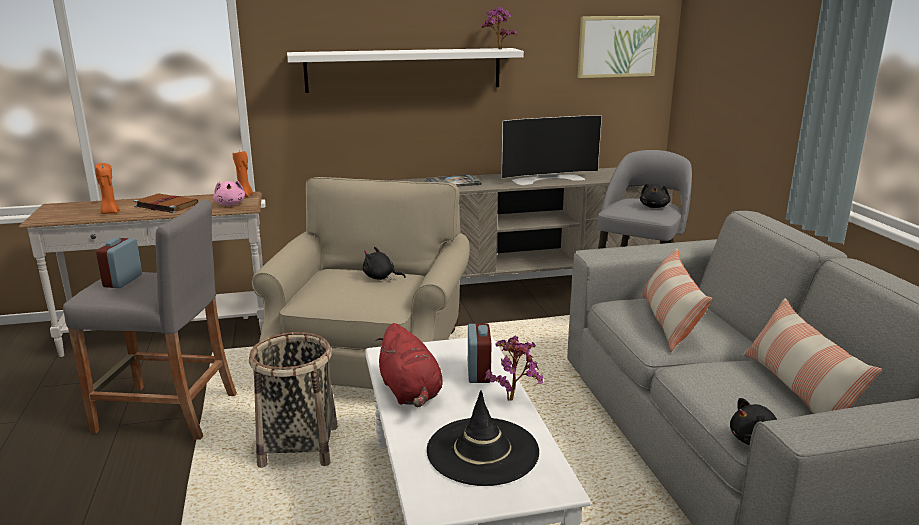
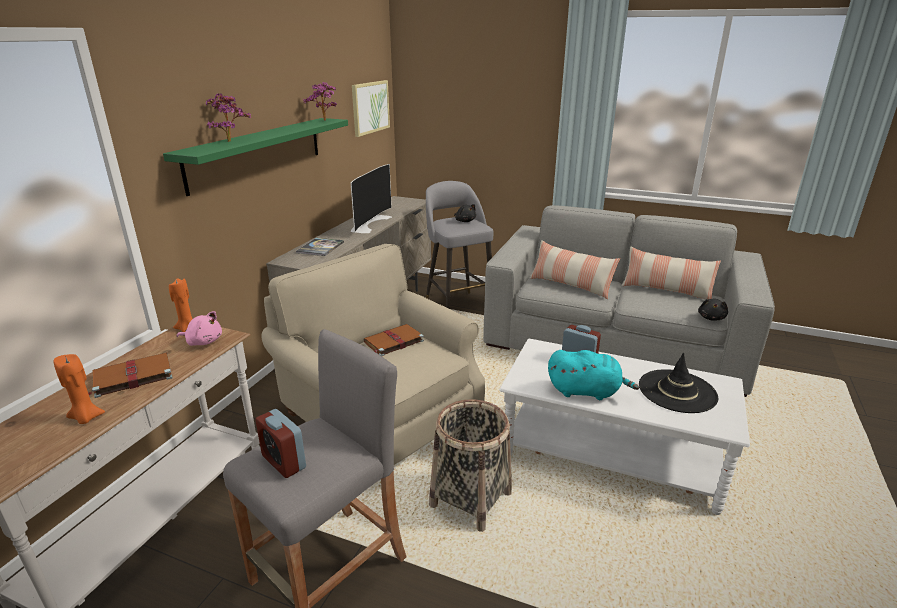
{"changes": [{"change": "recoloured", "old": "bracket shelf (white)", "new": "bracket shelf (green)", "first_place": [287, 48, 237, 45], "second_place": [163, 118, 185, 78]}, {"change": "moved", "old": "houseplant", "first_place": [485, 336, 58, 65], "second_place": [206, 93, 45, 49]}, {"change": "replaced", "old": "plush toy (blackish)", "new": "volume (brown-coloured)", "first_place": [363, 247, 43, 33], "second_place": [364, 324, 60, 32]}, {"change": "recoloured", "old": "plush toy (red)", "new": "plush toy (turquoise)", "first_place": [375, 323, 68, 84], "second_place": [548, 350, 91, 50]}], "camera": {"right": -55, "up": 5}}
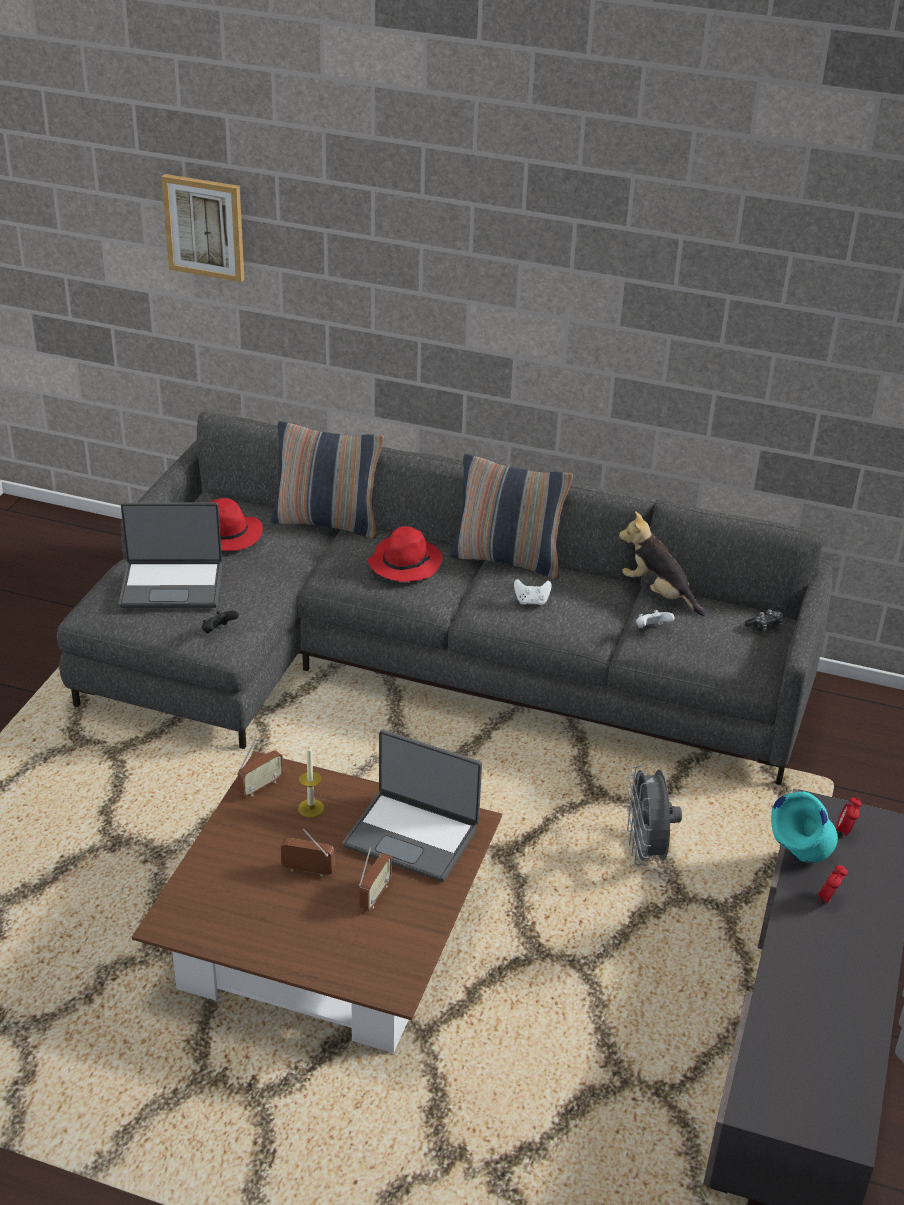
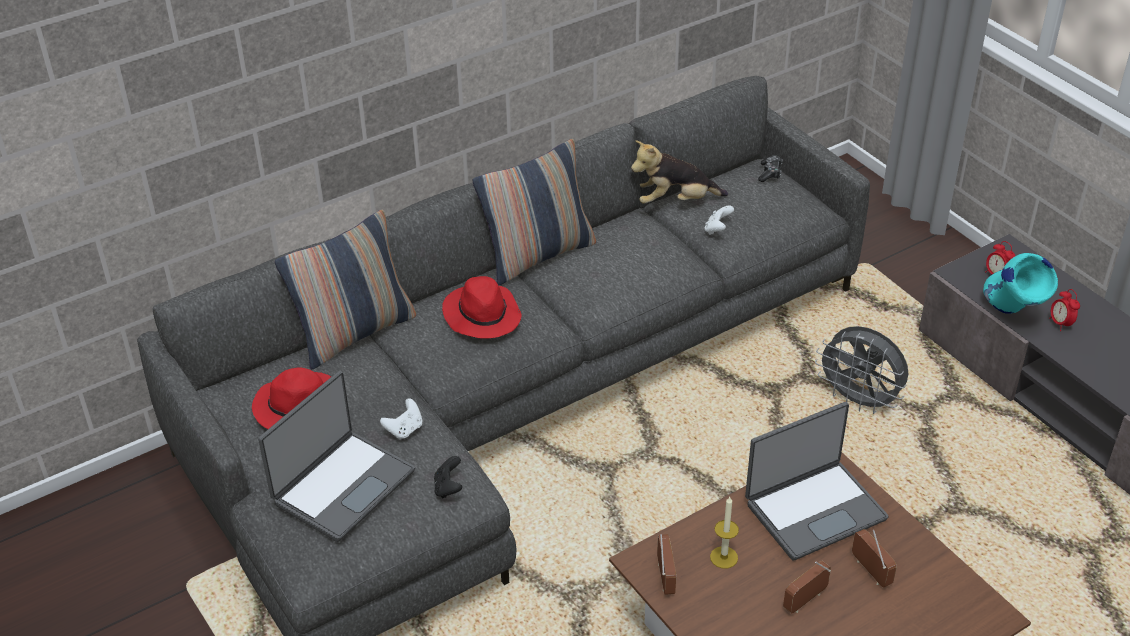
{"changes": [{"change": "moved", "old": "game controller (white)", "first_place": [514, 579, 38, 26], "second_place": [380, 398, 42, 42]}, {"change": "removed", "old": "picture", "first_place": [161, 174, 83, 108]}], "camera": {"right": -50, "up": 5}}
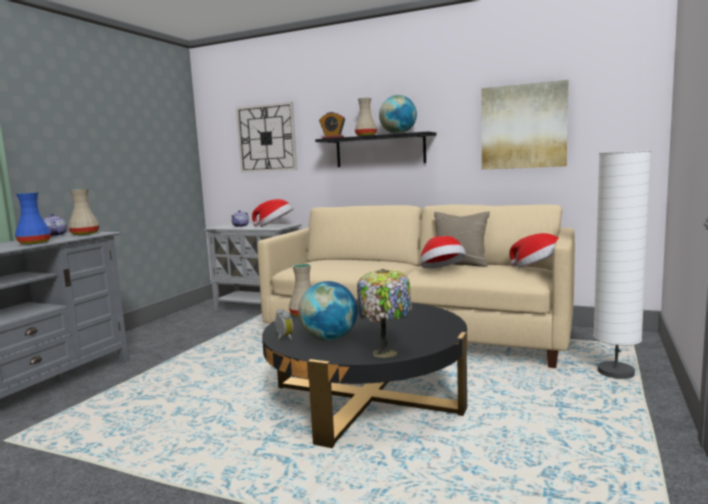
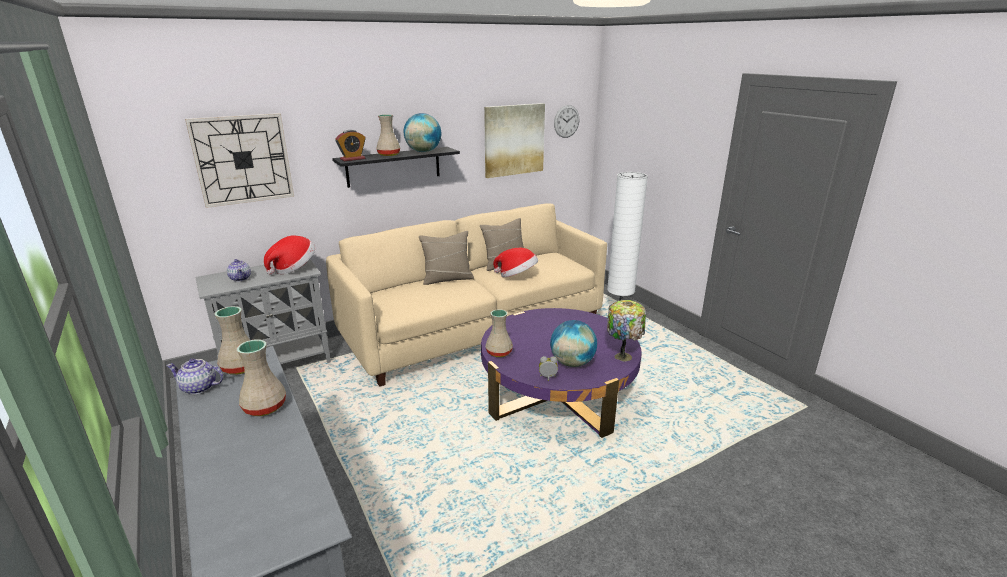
{"changes": [{"change": "recoloured", "old": "vase (blue-coloured)", "new": "vase (sand-coloured)", "first_place": [15, 192, 36, 53], "second_place": [237, 340, 49, 76]}, {"change": "added", "new": "cushion (sand-coloured)", "second_place": [419, 231, 55, 54]}, {"change": "recoloured", "old": "lounge table (blackish)", "new": "lounge table (purple)", "first_place": [262, 301, 205, 147], "second_place": [481, 308, 161, 130]}, {"change": "added", "new": "wall clock", "second_place": [554, 105, 25, 33]}, {"change": "removed", "old": "hat", "first_place": [509, 233, 50, 35]}], "camera": {"right": -55, "up": 15}}
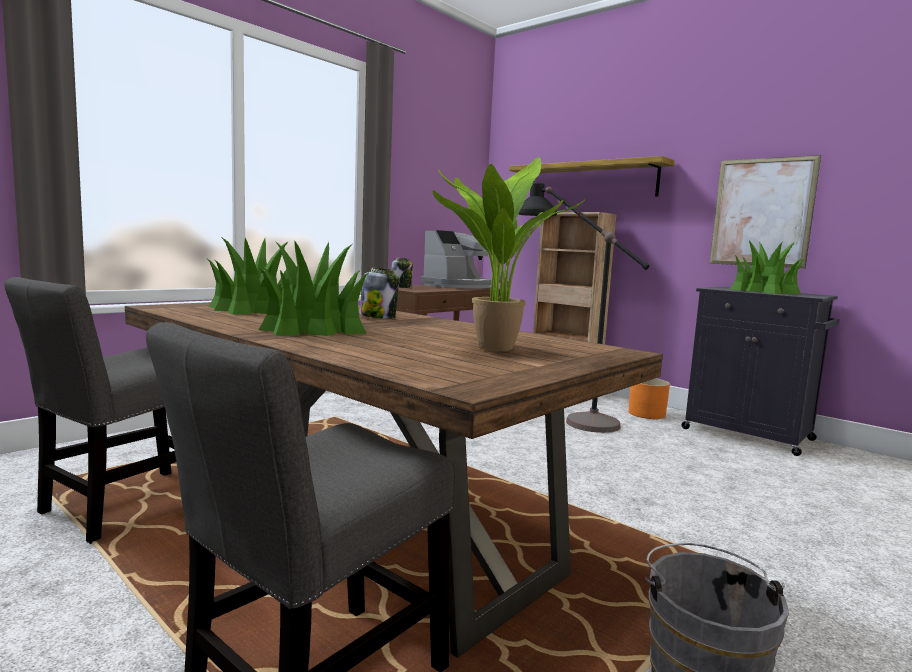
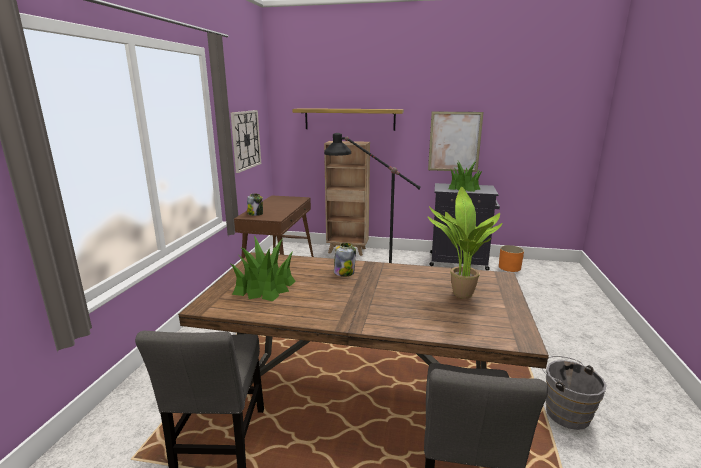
{"changes": [{"change": "added", "new": "wall clock", "second_place": [231, 110, 30, 63]}, {"change": "moved", "old": "plant pot (orange)", "first_place": [629, 378, 41, 41], "second_place": [499, 245, 25, 27]}, {"change": "removed", "old": "houseplant", "first_place": [259, 240, 110, 96]}, {"change": "removed", "old": "coffee brewer", "first_place": [421, 230, 70, 59]}], "camera": {"right": -30, "up": 10}}
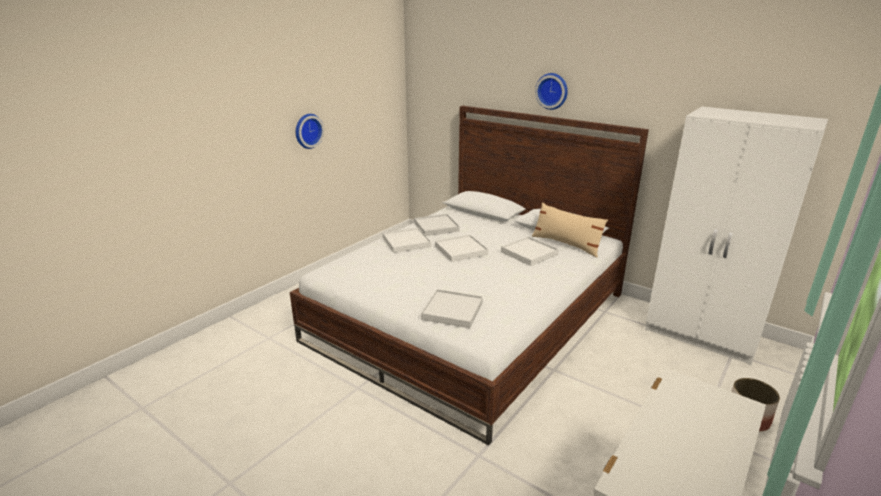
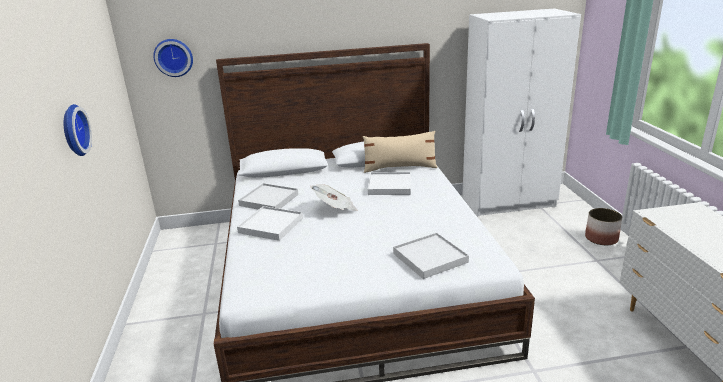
{"changes": [{"change": "moved", "old": "wall clock", "first_place": [535, 73, 33, 37], "second_place": [153, 39, 40, 38]}, {"change": "replaced", "old": "tray (white)", "new": "newspaper", "first_place": [435, 235, 53, 27], "second_place": [310, 184, 47, 27]}], "camera": {"right": -45, "up": 0}}
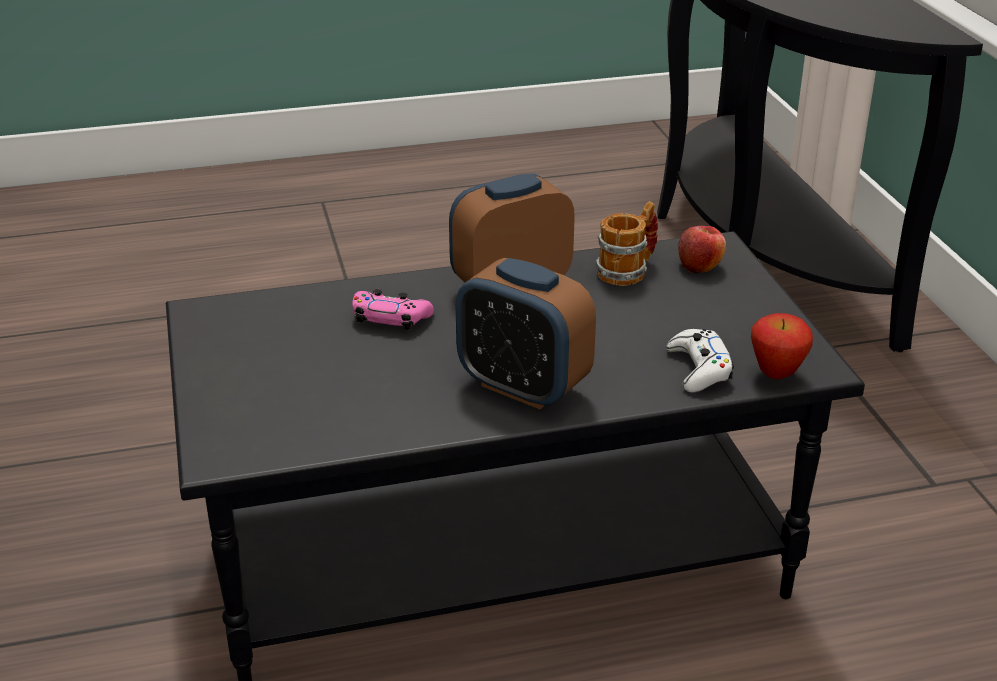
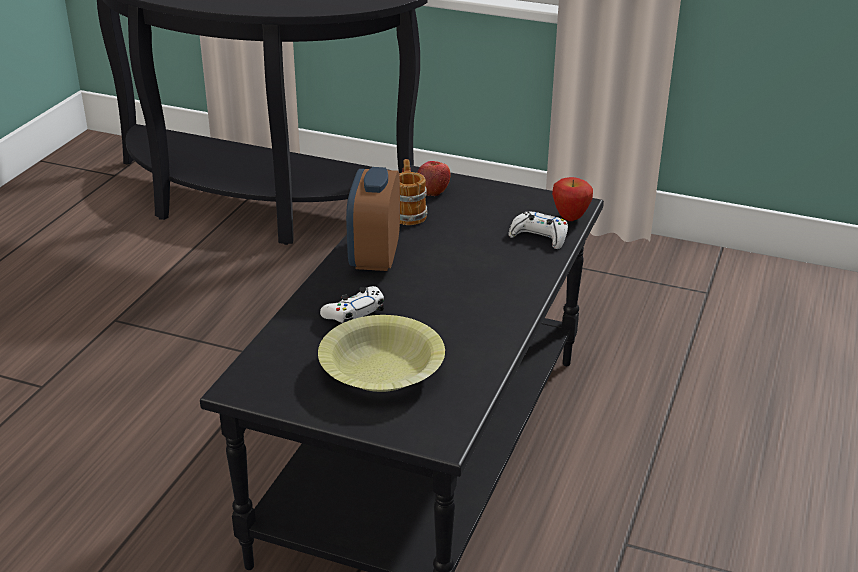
{"changes": [{"change": "added", "new": "bowl (yellowish)", "second_place": [318, 315, 127, 77]}, {"change": "recoloured", "old": "game controller (pinkish)", "new": "game controller (white)", "first_place": [352, 289, 82, 41], "second_place": [320, 286, 64, 37]}, {"change": "removed", "old": "alarm clock", "first_place": [456, 258, 140, 151]}], "camera": {"right": -55, "up": 0}}
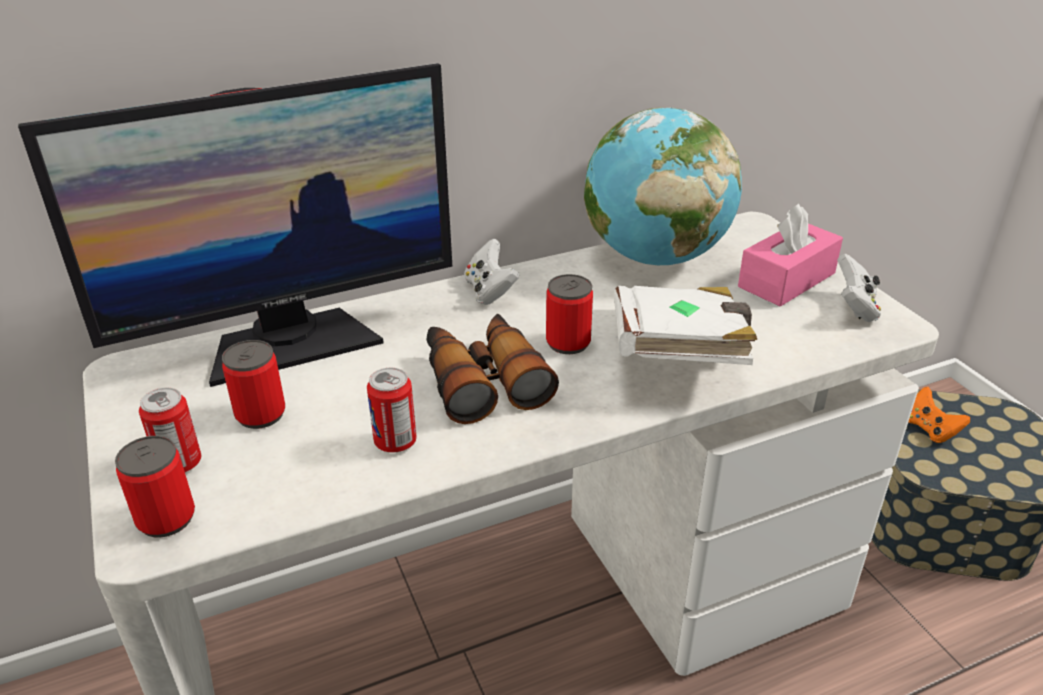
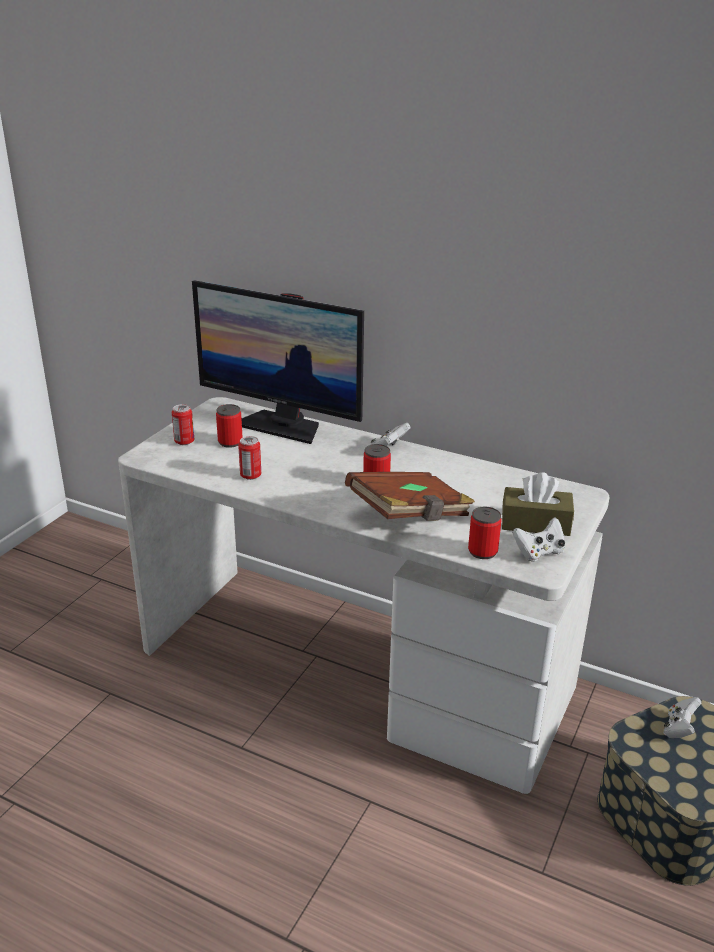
{"changes": [{"change": "recoloured", "old": "volume (white)", "new": "volume (brown-coloured)", "first_place": [614, 286, 143, 79], "second_place": [345, 472, 130, 49]}, {"change": "moved", "old": "metal can", "first_place": [115, 436, 80, 102], "second_place": [468, 507, 33, 52]}, {"change": "recoloured", "old": "box of tissues (pinkish)", "new": "box of tissues (brown-coloured)", "first_place": [738, 204, 105, 102], "second_place": [502, 472, 72, 64]}, {"change": "recoloured", "old": "game controller (orange)", "new": "game controller (white)", "first_place": [909, 387, 61, 56], "second_place": [663, 697, 38, 41]}, {"change": "removed", "old": "field glasses", "first_place": [426, 314, 133, 110]}, {"change": "removed", "old": "desk globe", "first_place": [584, 108, 158, 157]}], "camera": {"right": 50, "up": -5}}
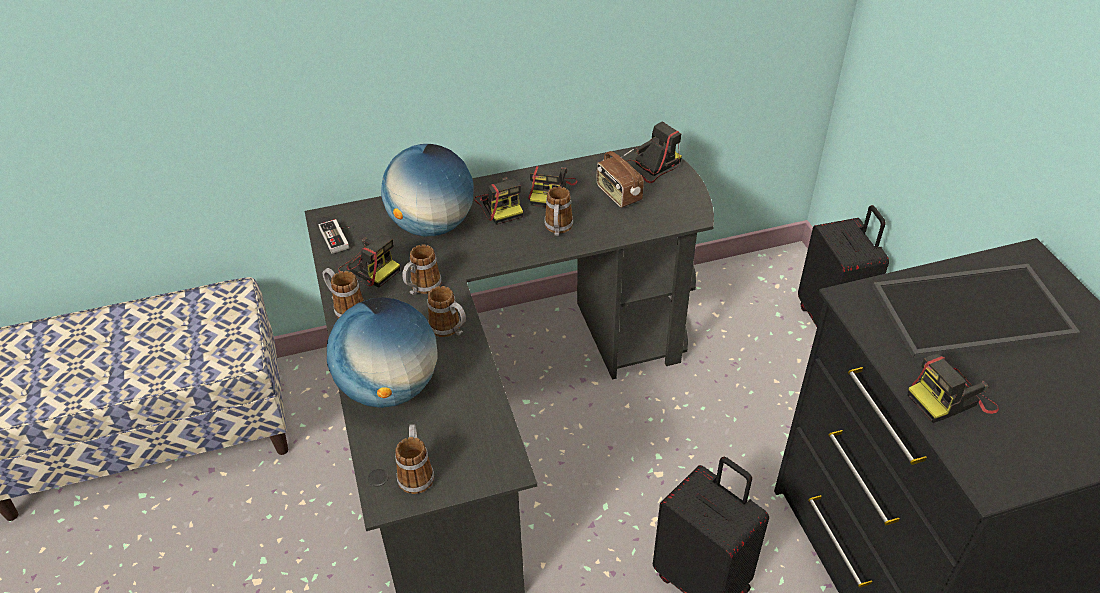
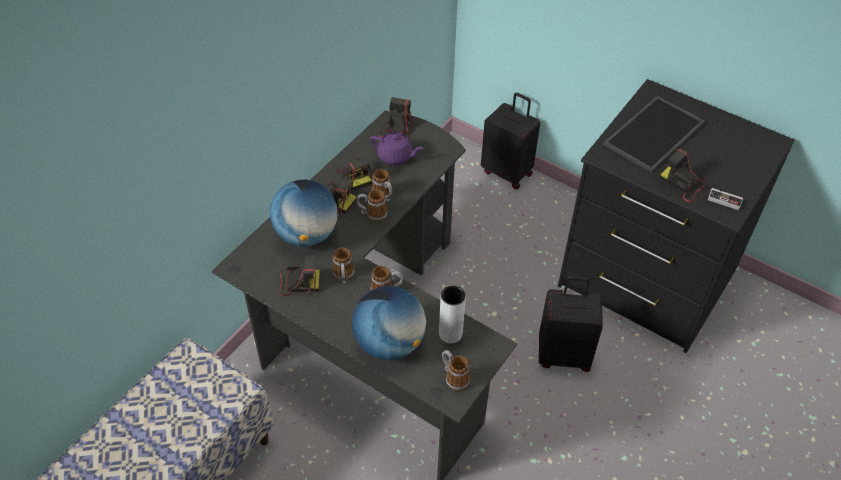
{"changes": [{"change": "moved", "old": "mug", "first_place": [323, 268, 41, 50], "second_place": [357, 189, 31, 33]}, {"change": "replaced", "old": "radio receiver", "new": "teapot (purple)", "first_place": [597, 149, 47, 59], "second_place": [370, 132, 53, 33]}, {"change": "added", "new": "vase (gray)", "second_place": [439, 286, 27, 57]}, {"change": "turned", "old": "photo camera", "first_place": [907, 354, 92, 69], "second_place": [660, 148, 45, 54], "degrees": 105}, {"change": "moved", "old": "game controller", "first_place": [319, 219, 30, 35], "second_place": [708, 188, 35, 22]}], "camera": {"right": -40, "up": 5}}
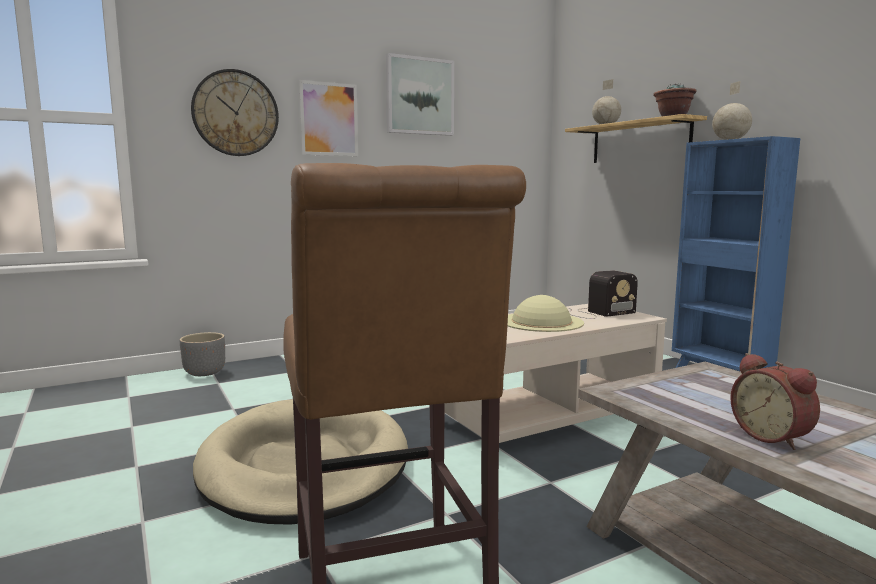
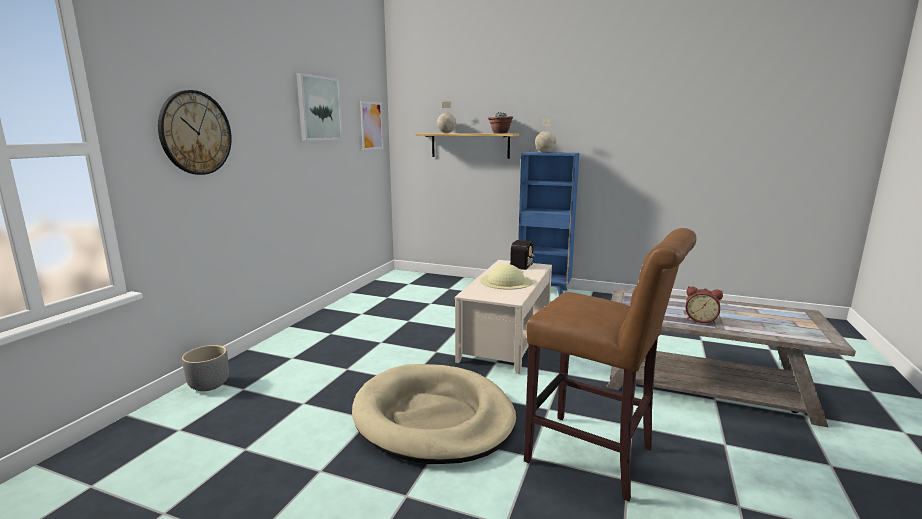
{"changes": [{"change": "moved", "old": "picture", "first_place": [299, 80, 59, 76], "second_place": [360, 101, 23, 49]}], "camera": {"right": -40, "up": 5}}
